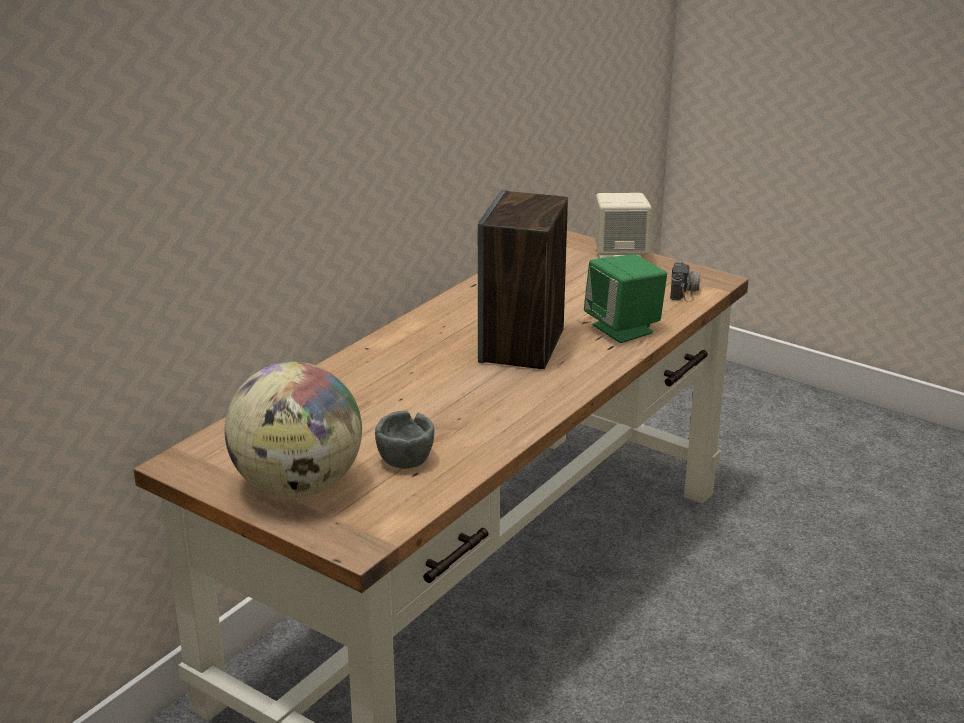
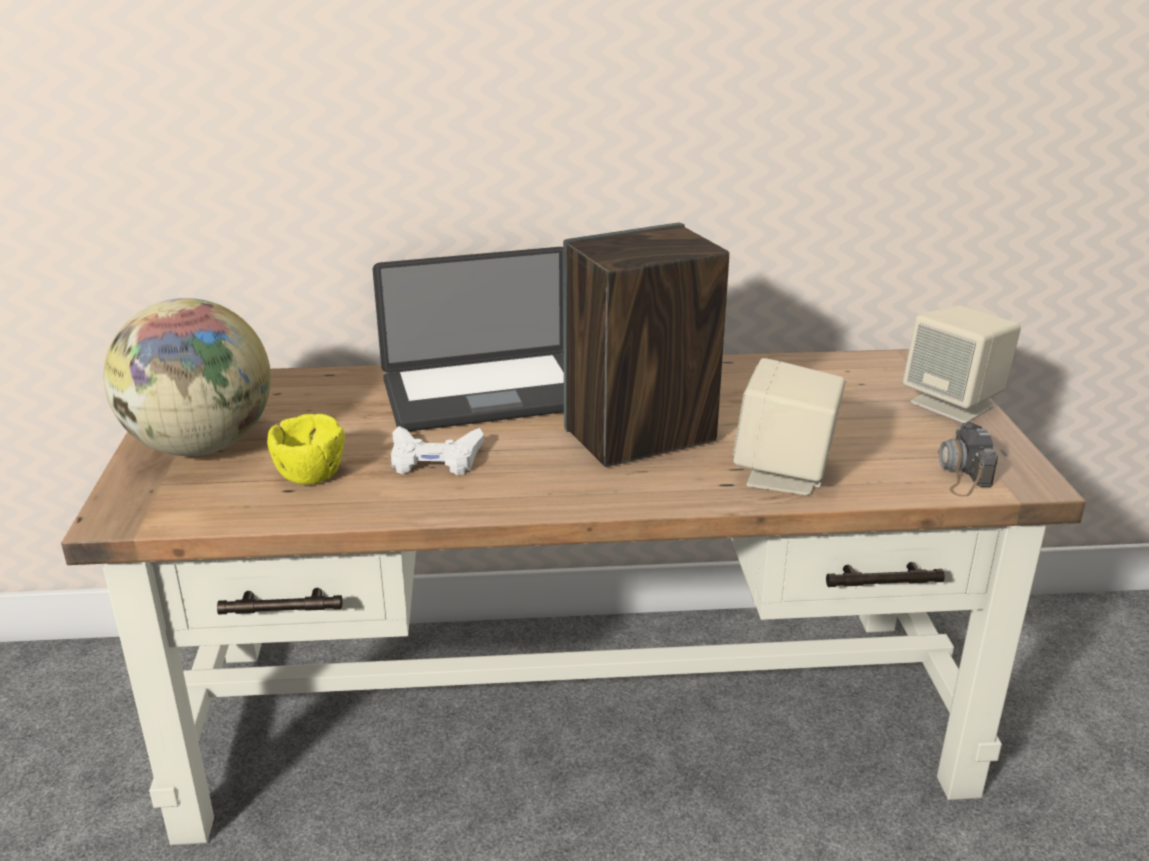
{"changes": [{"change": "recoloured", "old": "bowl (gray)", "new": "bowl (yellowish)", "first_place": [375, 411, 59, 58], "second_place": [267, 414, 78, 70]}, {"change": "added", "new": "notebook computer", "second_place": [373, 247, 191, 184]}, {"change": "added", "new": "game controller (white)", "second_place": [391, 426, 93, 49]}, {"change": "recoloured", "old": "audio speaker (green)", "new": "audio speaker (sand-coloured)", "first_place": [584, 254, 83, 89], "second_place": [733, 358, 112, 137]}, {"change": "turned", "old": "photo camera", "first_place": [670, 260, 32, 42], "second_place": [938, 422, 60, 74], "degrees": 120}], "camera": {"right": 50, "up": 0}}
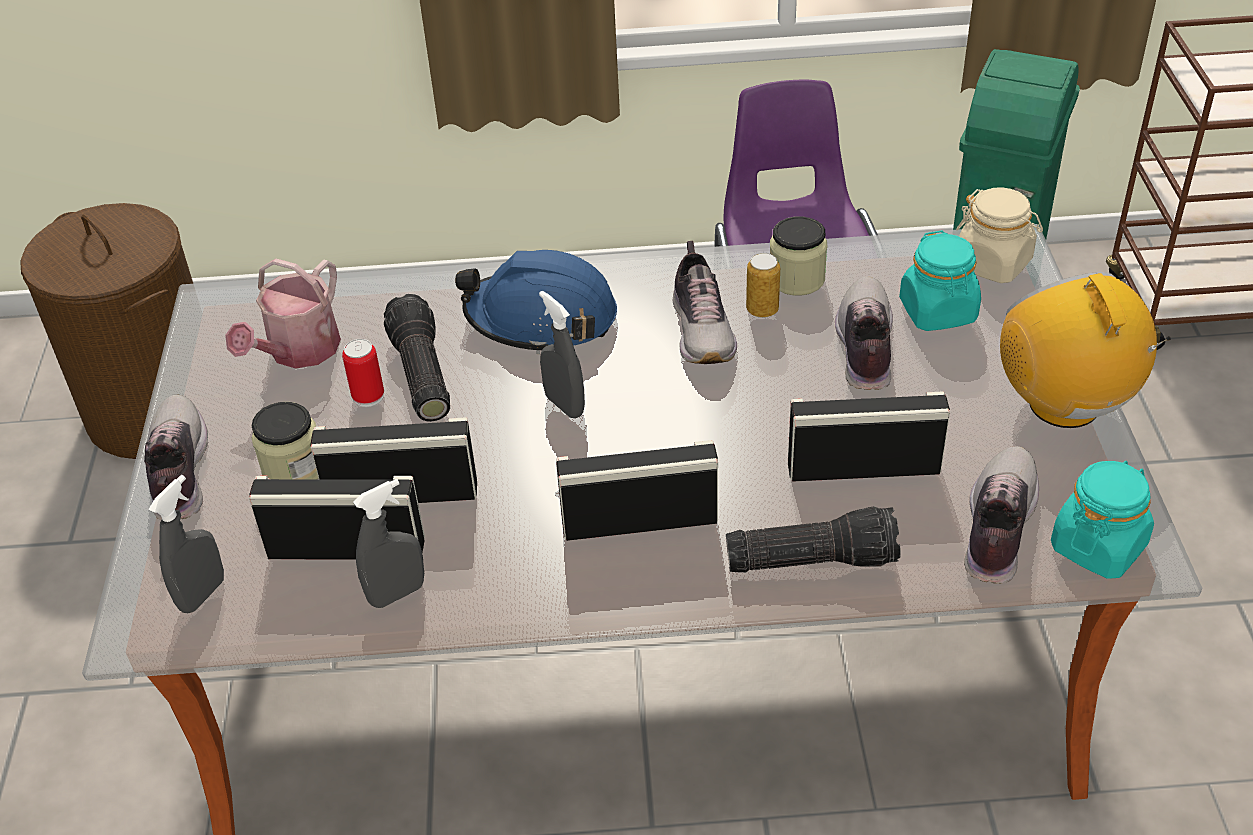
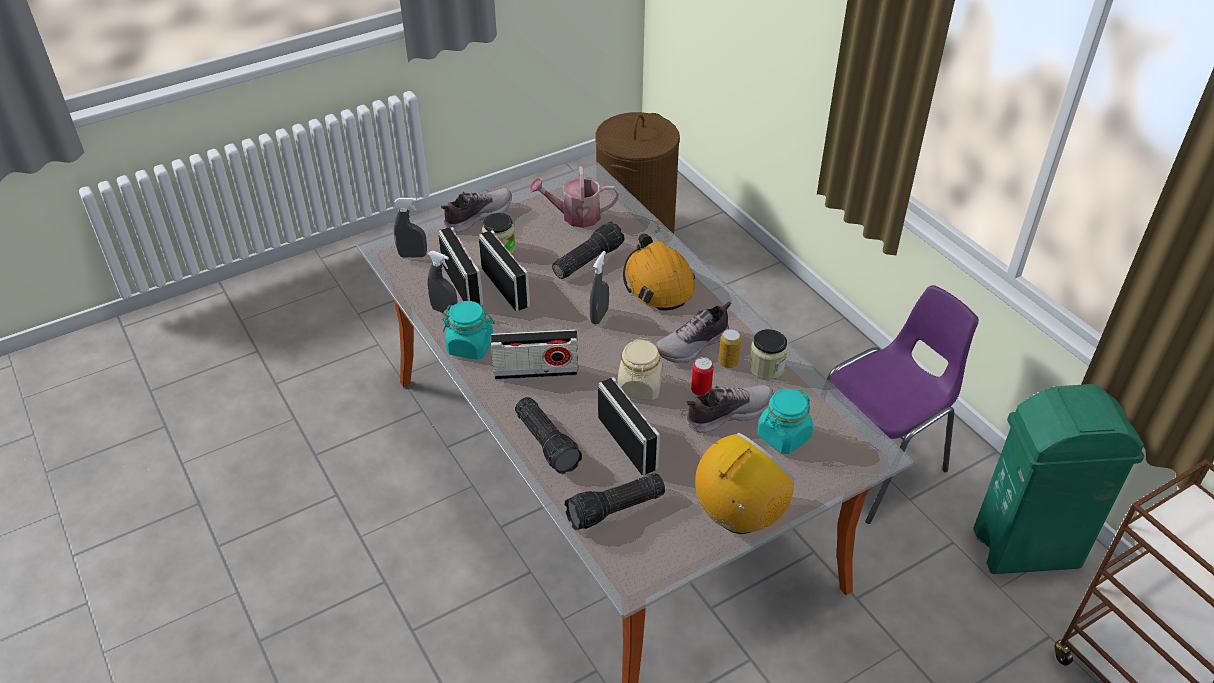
{"changes": [{"change": "moved", "old": "jar (turquoise)", "first_place": [1051, 461, 103, 118], "second_place": [442, 301, 53, 59]}, {"change": "turned", "old": "radio receiver", "first_place": [556, 440, 162, 101], "second_place": [491, 329, 87, 50], "degrees": 120}, {"change": "replaced", "old": "low shoe", "new": "hand torch", "first_place": [964, 446, 75, 138], "second_place": [564, 473, 101, 57]}, {"change": "moved", "old": "jar (sand-coloured)", "first_place": [956, 187, 87, 96], "second_place": [617, 338, 46, 62]}, {"change": "recoloured", "old": "safety helmet (blue-coloured)", "new": "safety helmet (orange)", "first_place": [455, 250, 162, 104], "second_place": [623, 233, 72, 78]}, {"change": "moved", "old": "metal can", "first_place": [342, 339, 42, 68], "second_place": [691, 357, 22, 40]}], "camera": {"right": 60, "up": 0}}
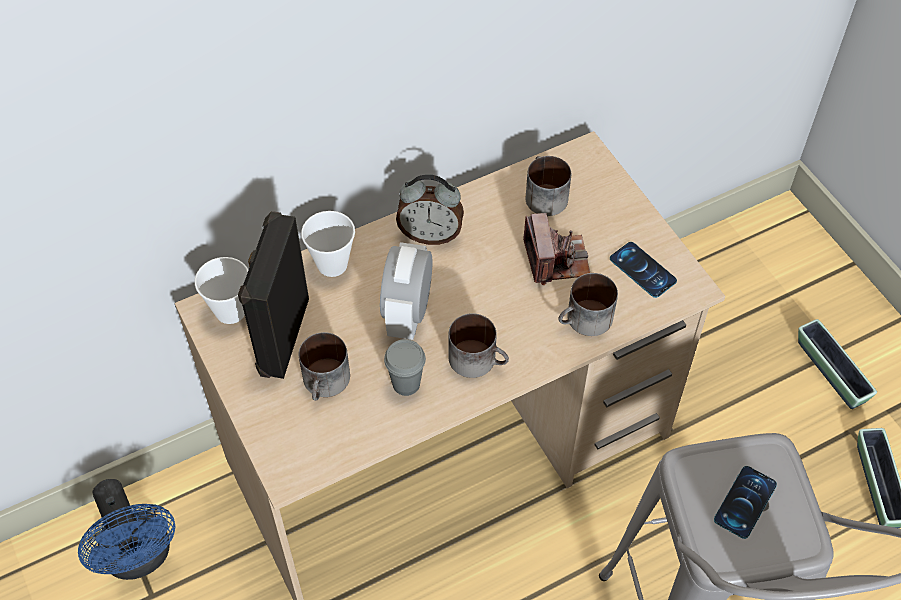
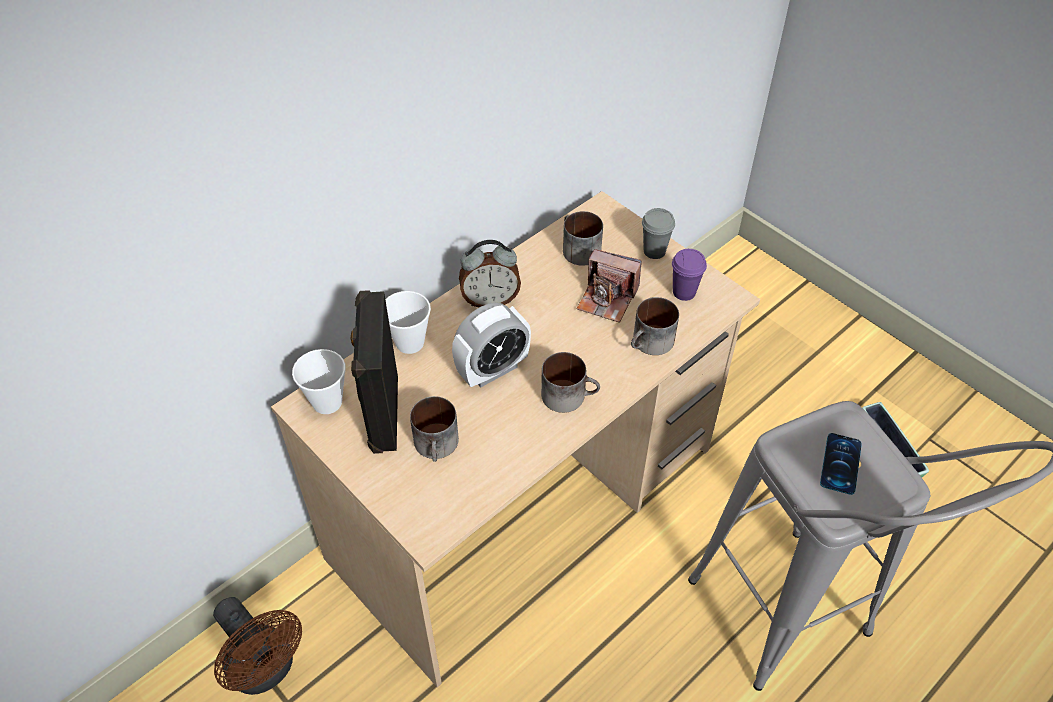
{"changes": [{"change": "recoloured", "old": "fan (blue-coloured)", "new": "fan (brown-coloured)", "first_place": [78, 479, 98, 101], "second_place": [213, 597, 89, 98]}, {"change": "turned", "old": "alarm clock", "first_place": [380, 242, 53, 98], "second_place": [452, 303, 79, 85], "degrees": -120}, {"change": "turned", "old": "photo camera", "first_place": [523, 213, 67, 72], "second_place": [577, 249, 65, 74], "degrees": 135}, {"change": "moved", "old": "small cup (gray)", "first_place": [384, 339, 42, 57], "second_place": [642, 208, 33, 51]}, {"change": "replaced", "old": "phone", "new": "small cup (purple)", "first_place": [610, 242, 67, 56], "second_place": [672, 249, 35, 52]}, {"change": "removed", "old": "plant pot", "first_place": [798, 319, 79, 90]}], "camera": {"right": -15, "up": -5}}
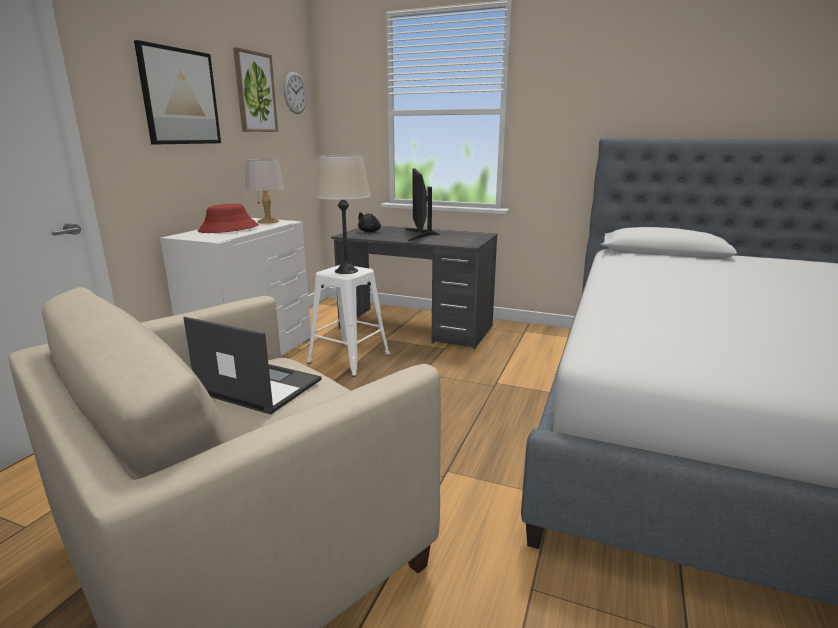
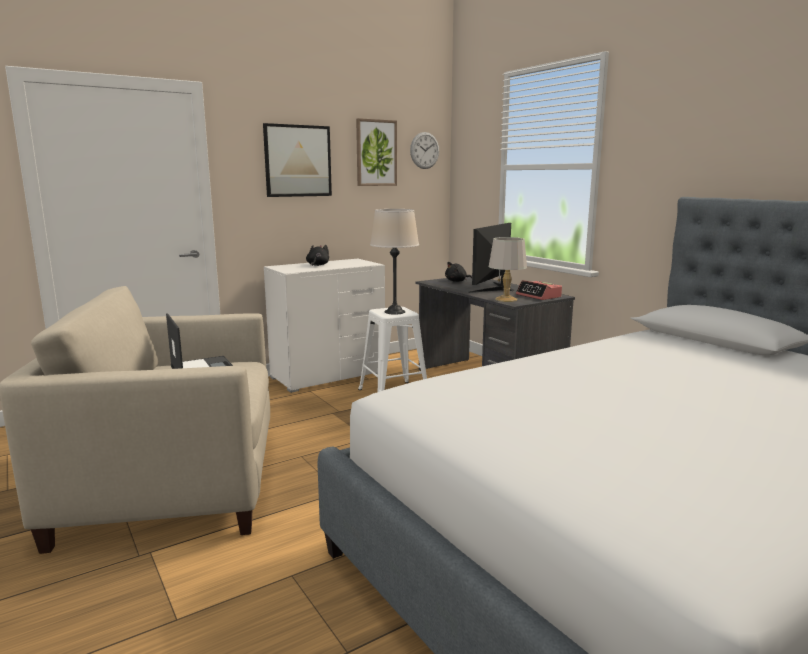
{"changes": [{"change": "replaced", "old": "hat (red)", "new": "plush toy (blackish)", "first_place": [198, 204, 61, 29], "second_place": [306, 245, 23, 21]}, {"change": "moved", "old": "tabletop lamp (gray)", "first_place": [245, 159, 40, 65], "second_place": [489, 237, 38, 65]}, {"change": "added", "new": "alarm clock", "second_place": [516, 280, 46, 20]}], "camera": {"right": 35, "up": -5}}
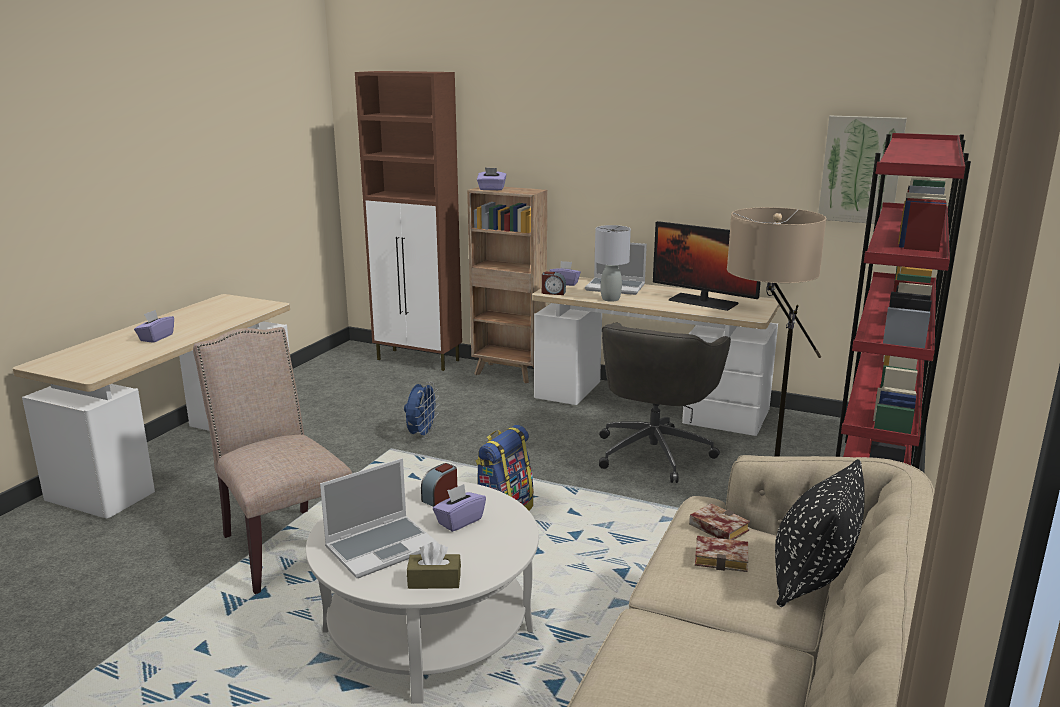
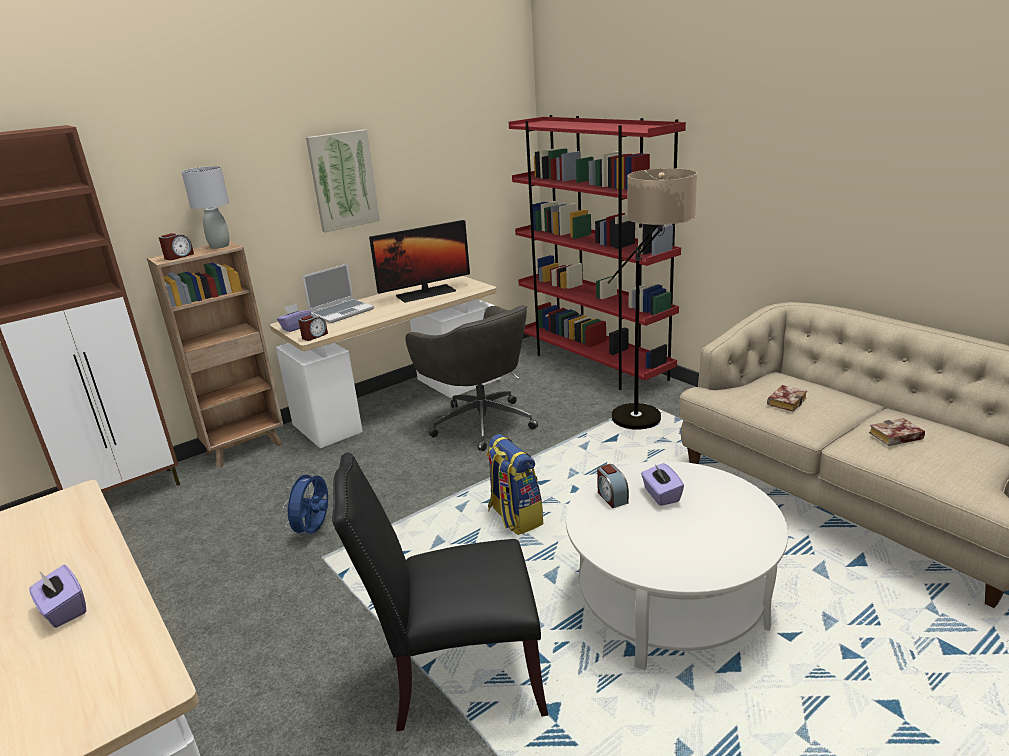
{"changes": [{"change": "replaced", "old": "box of tissues (purple)", "new": "alarm clock", "first_place": [477, 168, 29, 22], "second_place": [159, 233, 35, 27]}, {"change": "moved", "old": "tabletop lamp (gray)", "first_place": [595, 225, 36, 77], "second_place": [182, 166, 47, 83]}, {"change": "turned", "old": "fan (blue-coloured)", "first_place": [404, 382, 35, 57], "second_place": [282, 470, 46, 67], "degrees": -120}, {"change": "moved", "old": "picture", "first_place": [818, 116, 89, 108], "second_place": [306, 129, 74, 103]}, {"change": "recoloured", "old": "chair (sand-coloured)", "new": "chair (blackish)", "first_place": [193, 327, 159, 267], "second_place": [332, 453, 216, 278]}, {"change": "moved", "old": "volume", "first_place": [689, 503, 61, 37], "second_place": [869, 418, 56, 28]}, {"change": "removed", "old": "notebook computer", "first_place": [320, 458, 119, 120]}, {"change": "removed", "old": "box of tissues (brown-coloured)", "first_place": [407, 542, 54, 47]}, {"change": "removed", "old": "cushion (blackish)", "first_place": [775, 459, 90, 148]}], "camera": {"right": -60, "up": 5}}
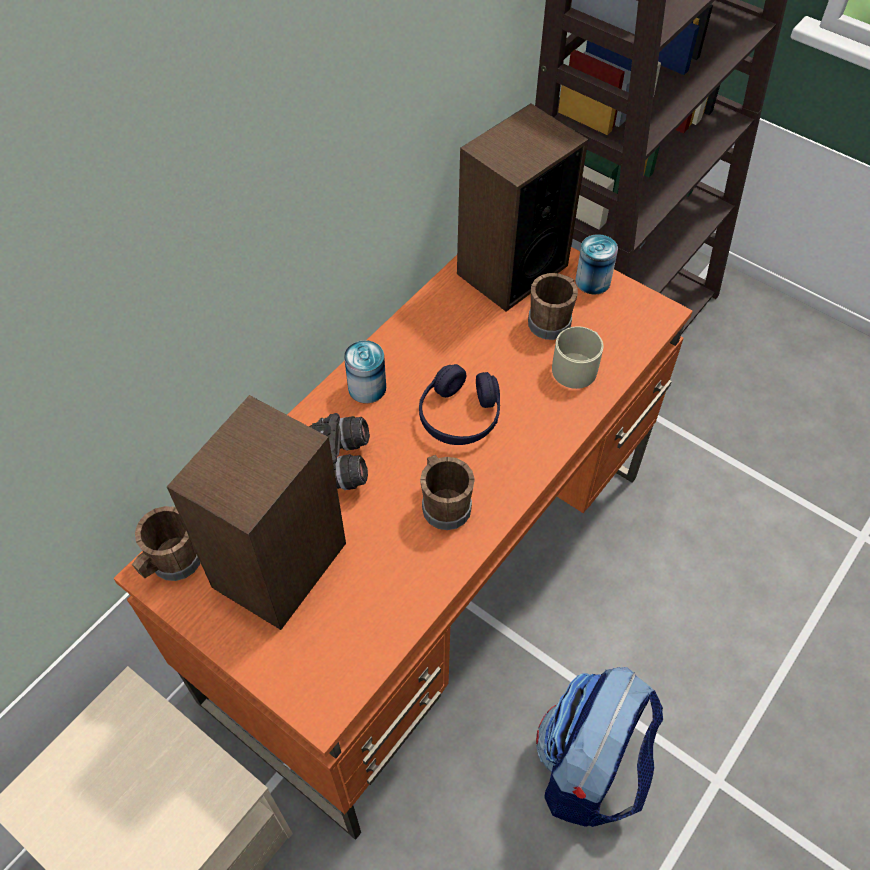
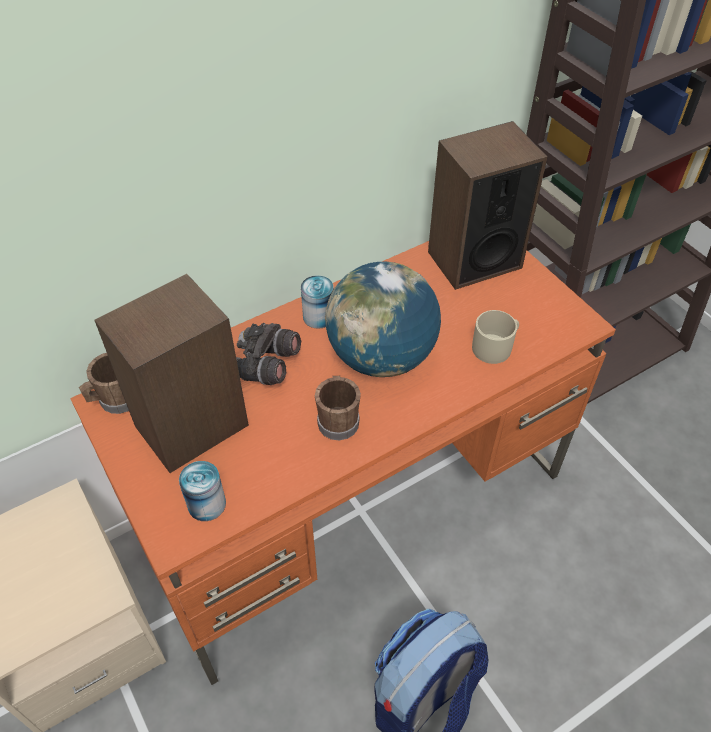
{"changes": [{"change": "moved", "old": "metal can", "first_place": [575, 234, 43, 61], "second_place": [179, 461, 47, 60]}, {"change": "replaced", "old": "pair of headphones (purple)", "new": "desk globe", "first_place": [419, 364, 81, 81], "second_place": [325, 262, 116, 115]}, {"change": "removed", "old": "mug (brown-coloured)", "first_place": [528, 273, 50, 67]}], "camera": {"right": 20, "up": -5}}
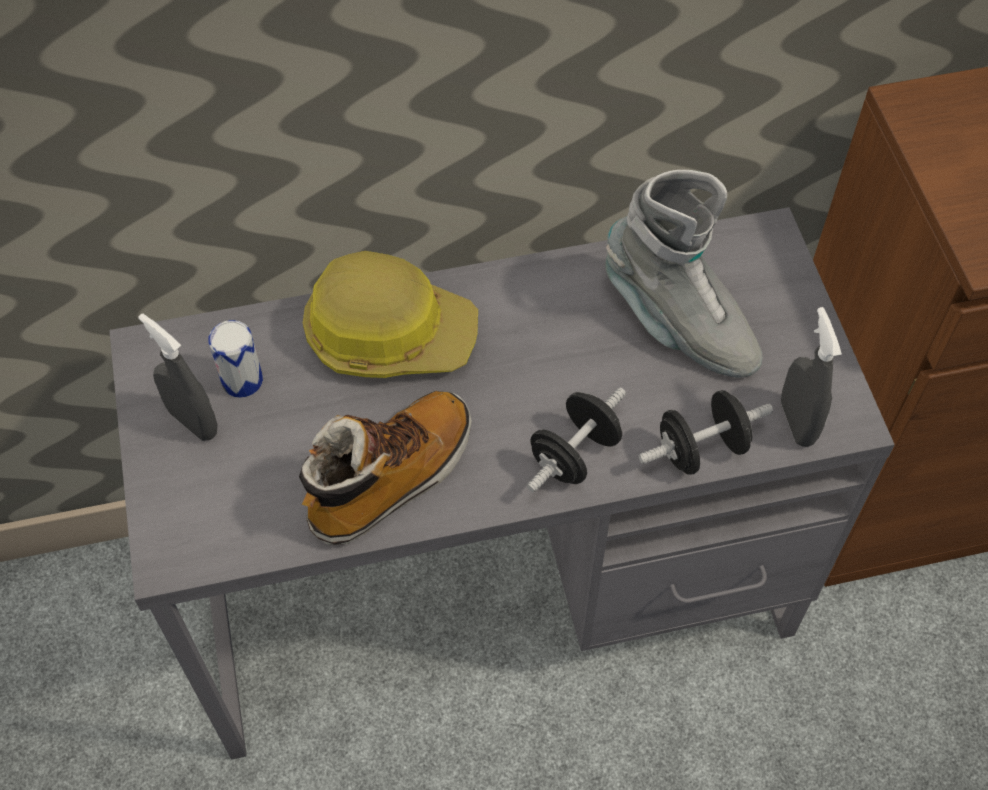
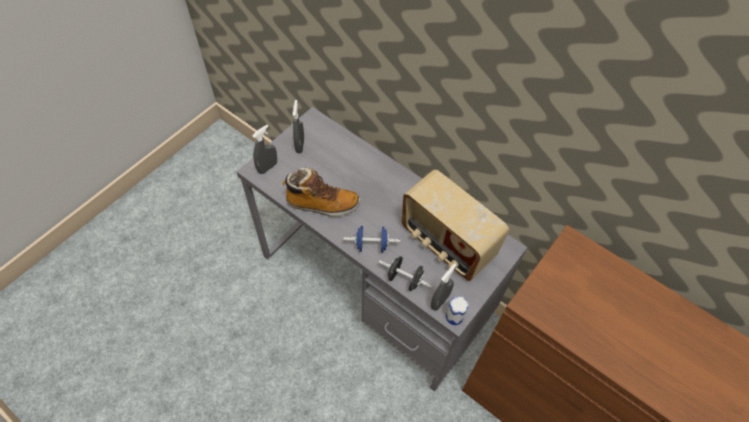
{"changes": [{"change": "added", "new": "sprayer (gray)", "second_place": [252, 125, 25, 49]}, {"change": "recoloured", "old": "dumbbell (blackish)", "new": "dumbbell (blue-coloured)", "first_place": [527, 388, 99, 104], "second_place": [344, 226, 56, 27]}, {"change": "replaced", "old": "high-top boot (gray)", "new": "radio receiver", "first_place": [605, 170, 158, 208], "second_place": [401, 170, 108, 111]}, {"change": "moved", "old": "metal can", "first_place": [208, 320, 55, 78], "second_place": [446, 296, 22, 29]}, {"change": "removed", "old": "safety helmet", "first_place": [303, 251, 175, 127]}], "camera": {"right": 50, "up": 0}}
